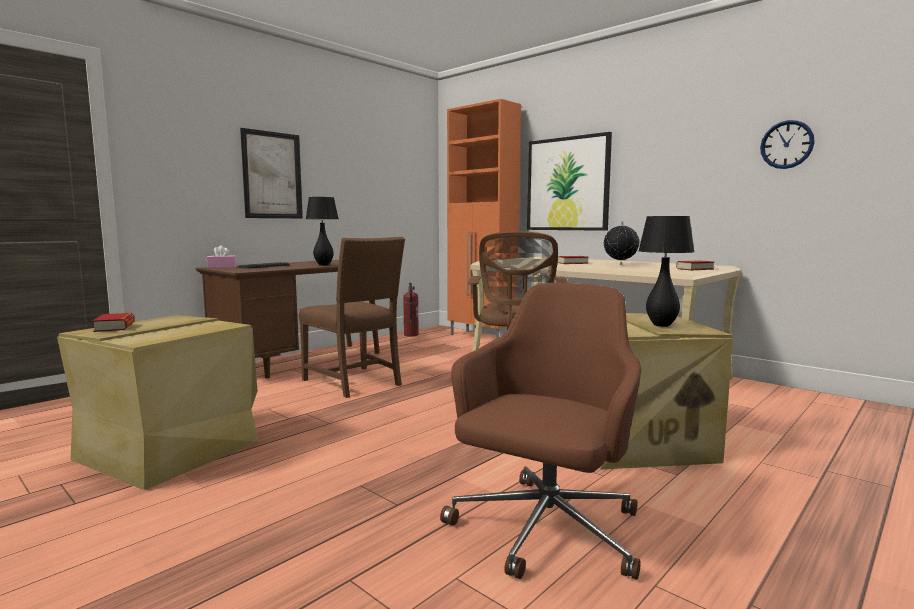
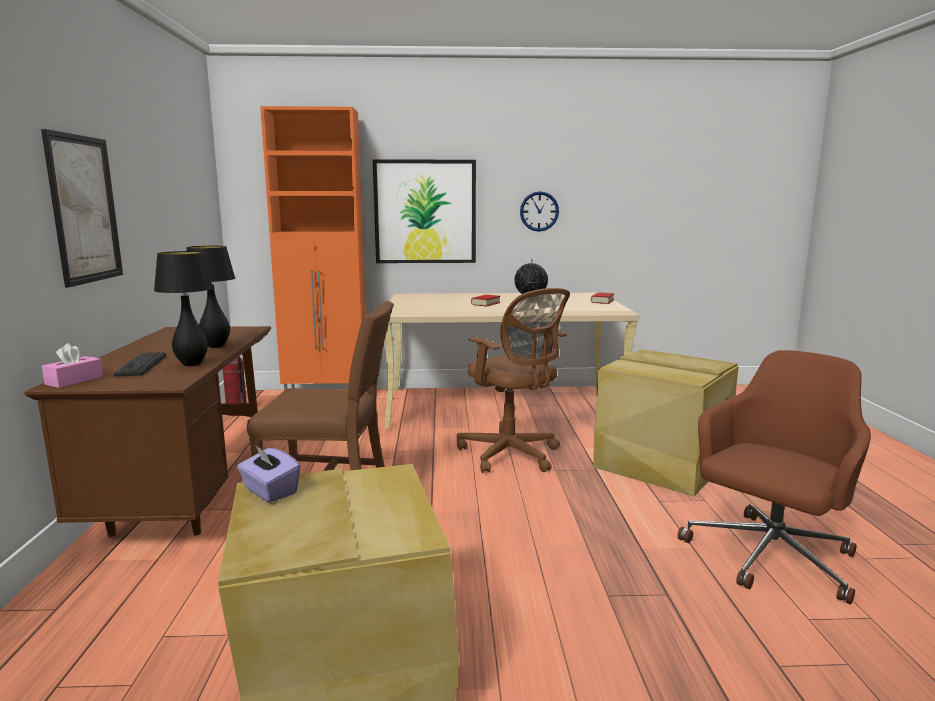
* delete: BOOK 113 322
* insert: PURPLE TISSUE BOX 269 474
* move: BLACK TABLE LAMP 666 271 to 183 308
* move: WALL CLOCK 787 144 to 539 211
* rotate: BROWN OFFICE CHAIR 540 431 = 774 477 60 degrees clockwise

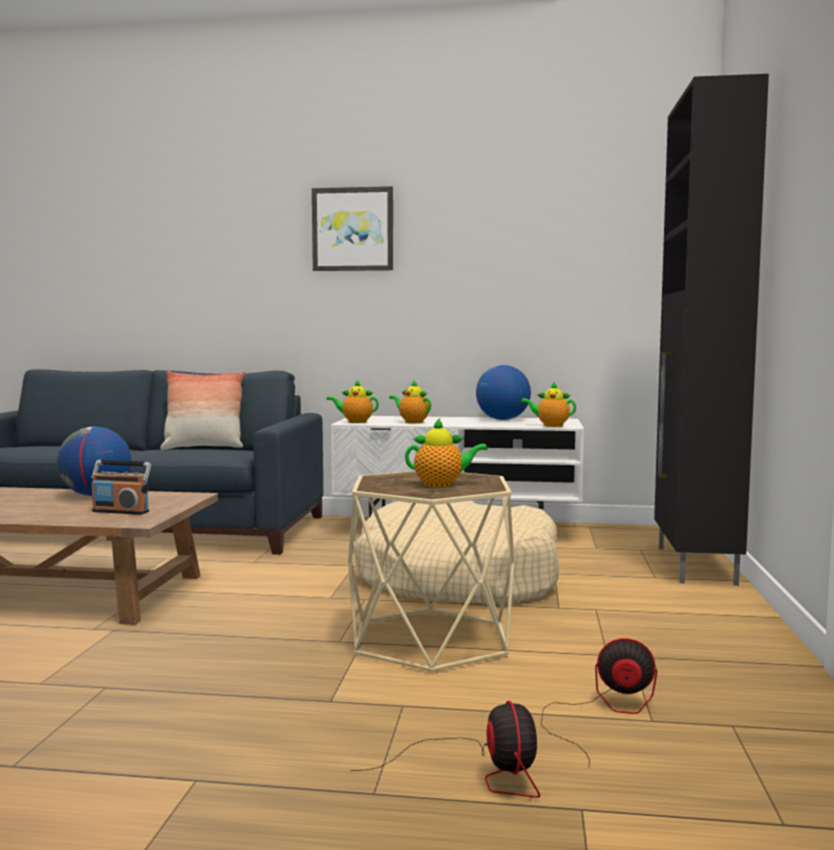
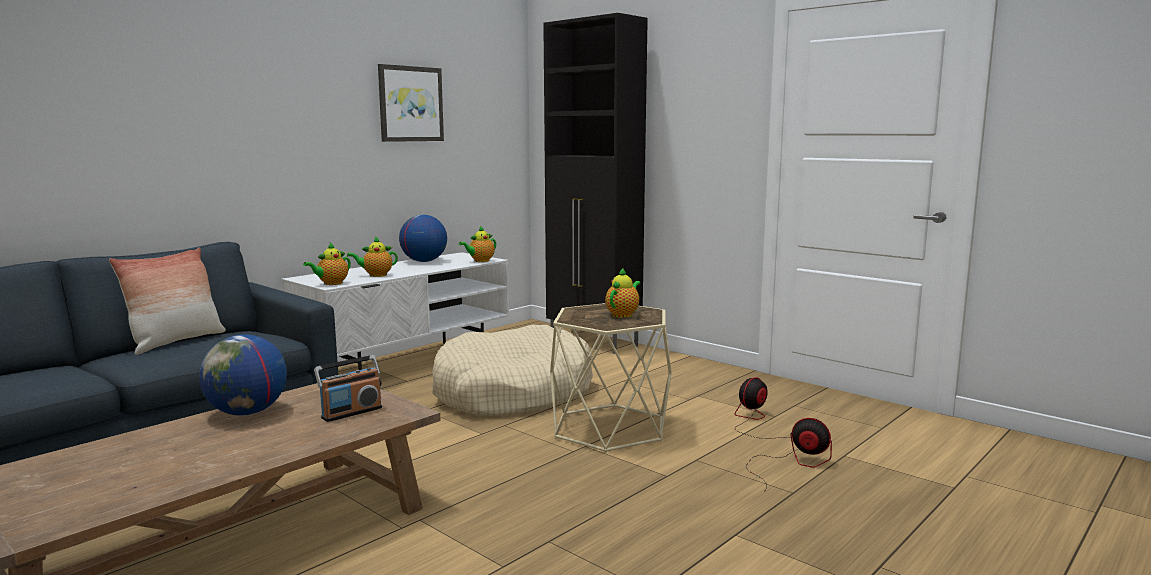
* move: PICTURE 352 228 to 411 103

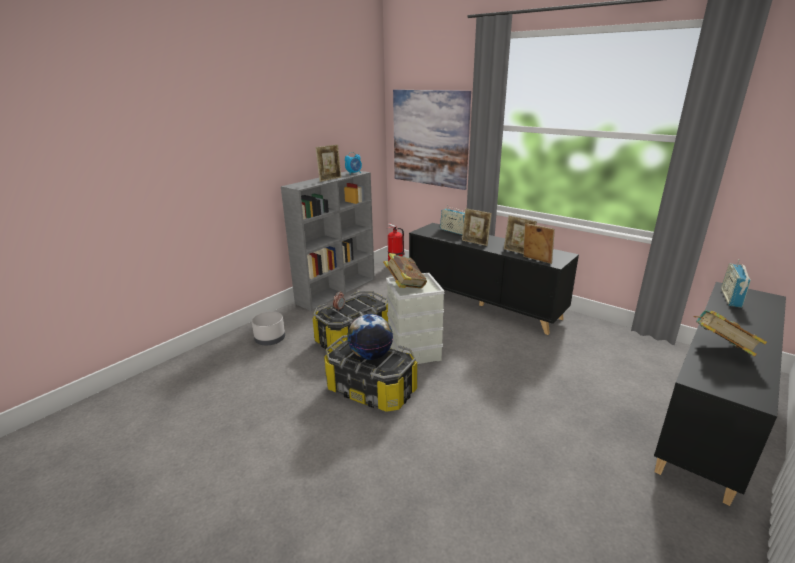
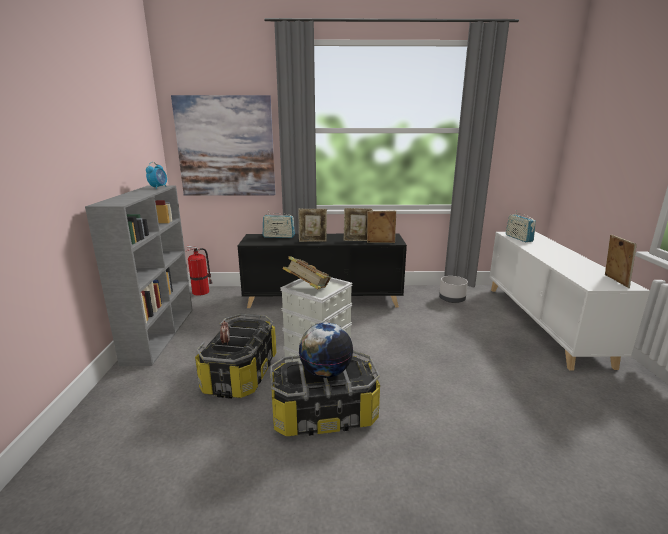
* delete: BOOK 730 333
* move: GREY PLANTER 268 328 to 453 289
* move: PICTURE FRAME 328 163 to 621 261
* recolor: BLACK CABINET 720 394 to WHITE CABINET 569 301

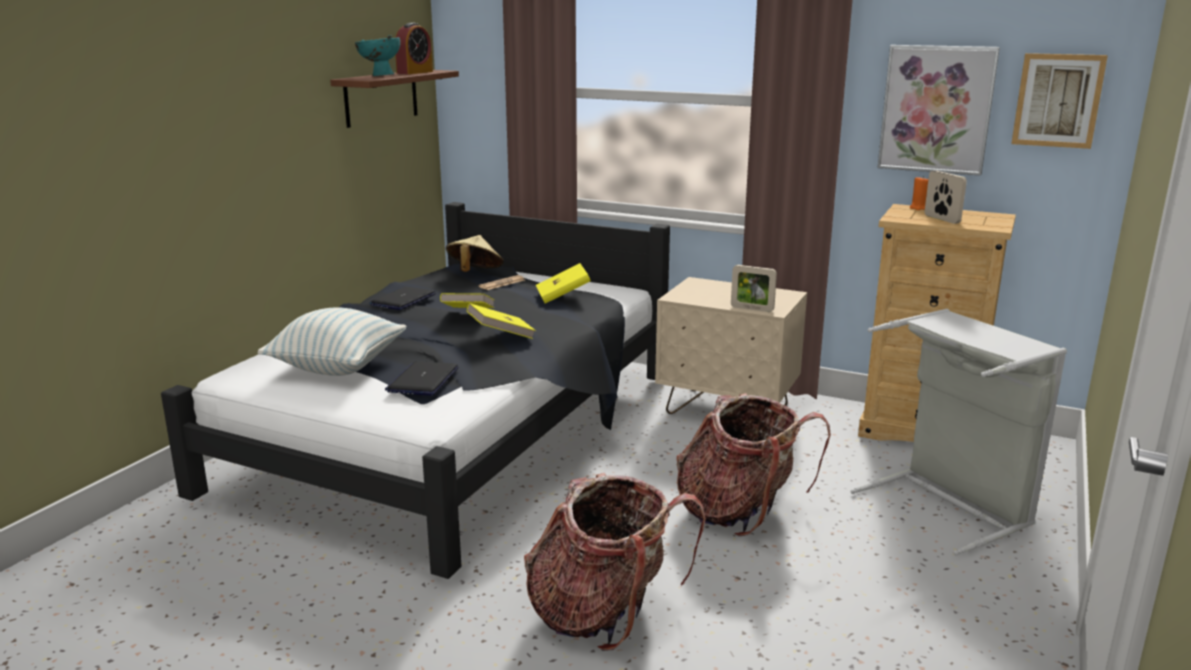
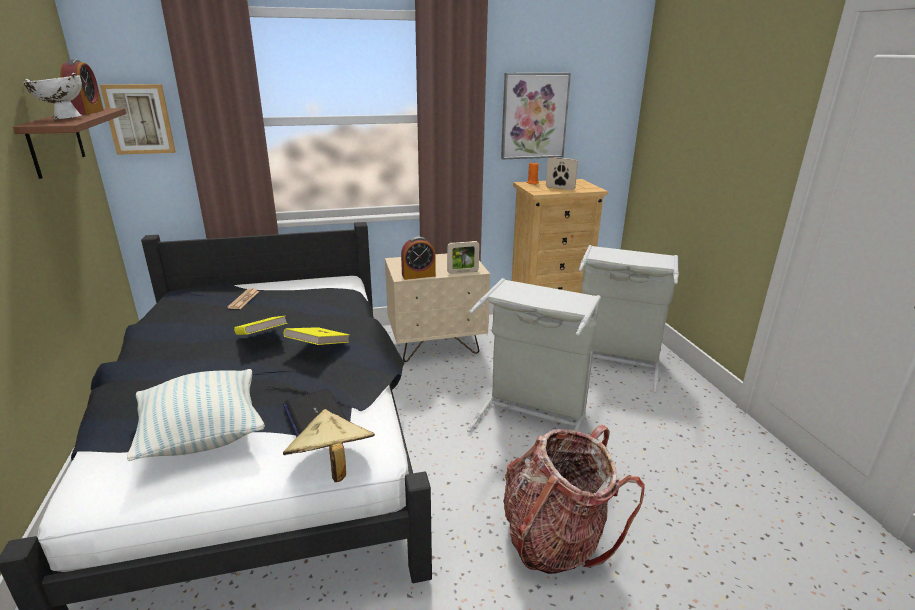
* delete: LAPTOP 402 298
* delete: YELLOW BOOK 563 283
* insert: ALARM CLOCK 418 258
* move: BEIGE HAT 475 253 to 329 445
* move: PICTURE 1059 101 to 138 119
* replace: BACKPACK 753 464 to GREY LAUNDRY BASKET 534 355
* recolor: TURQUOISE BOWL 378 56 to WHITE BOWL 53 96

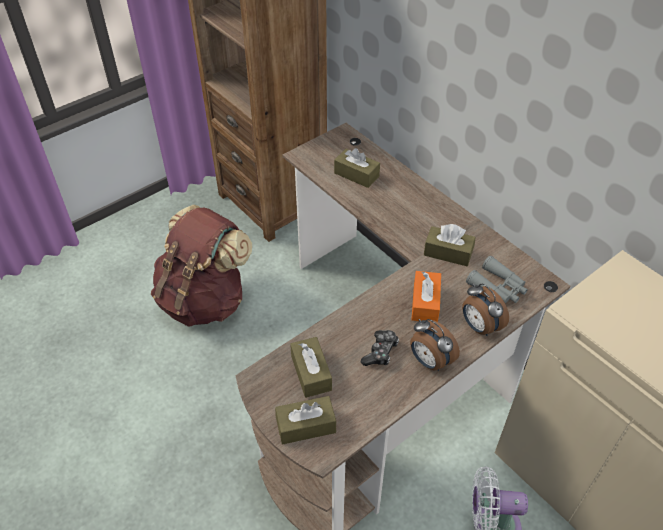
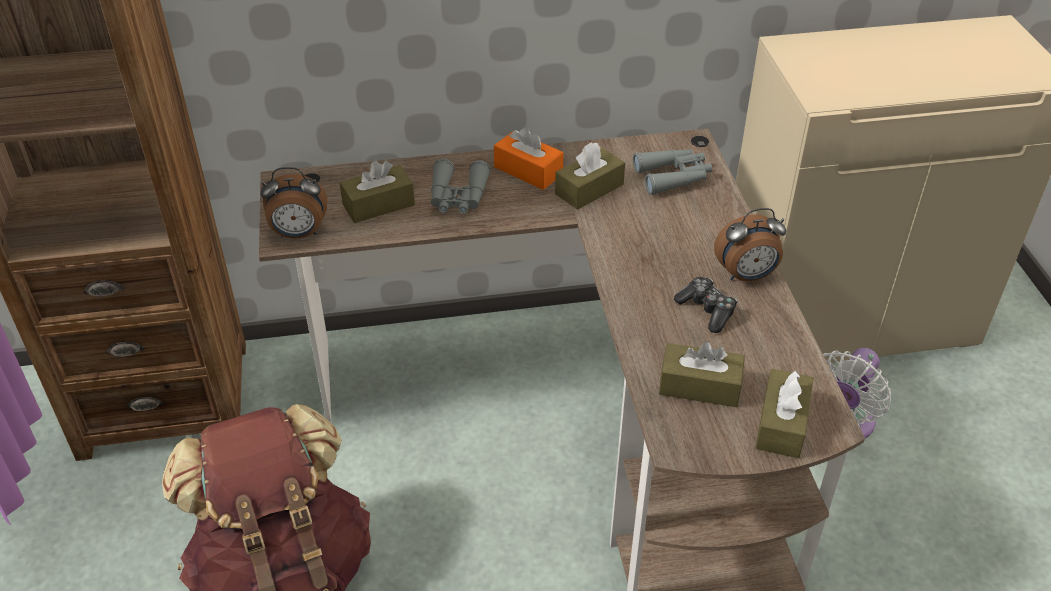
* insert: GREY BINOCULARS 461 186
* move: ORANGE TISSUE BOX 426 296 to 529 158
* move: ALARM CLOCK 485 309 to 293 203

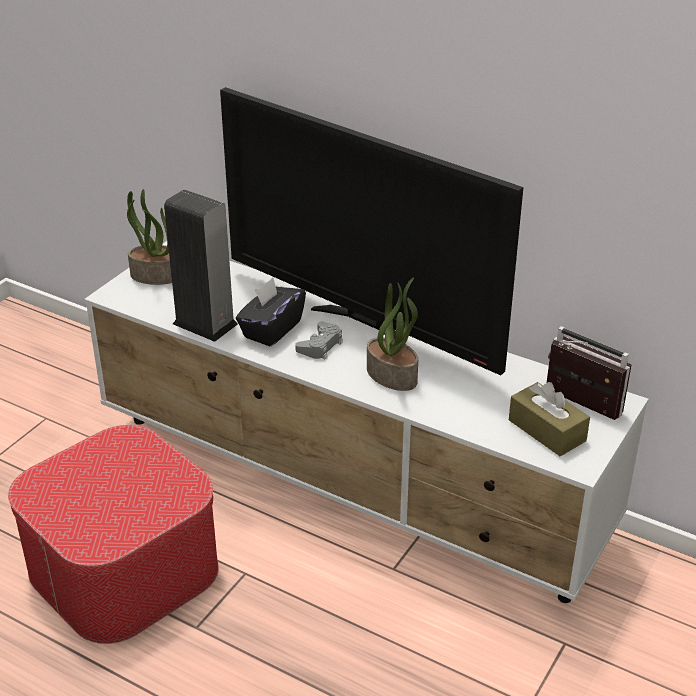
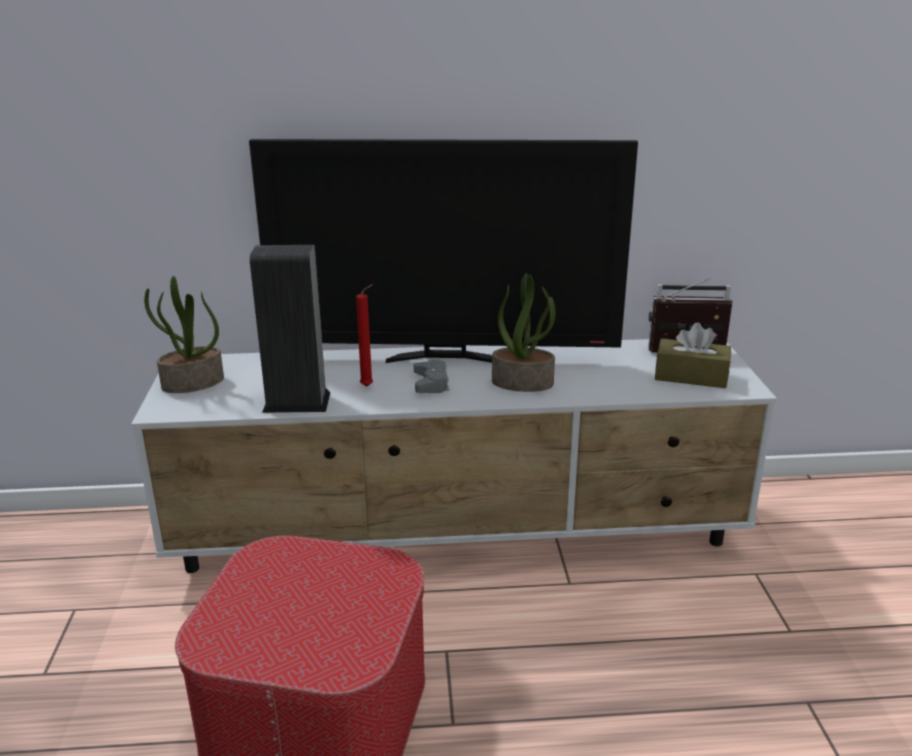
* replace: BLACK TISSUE BOX 271 312 to RED CANDLE 364 335

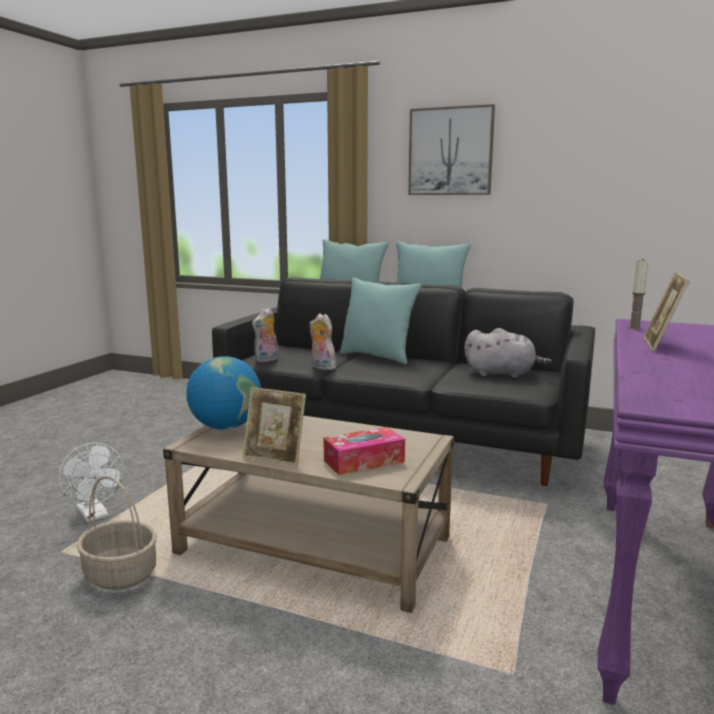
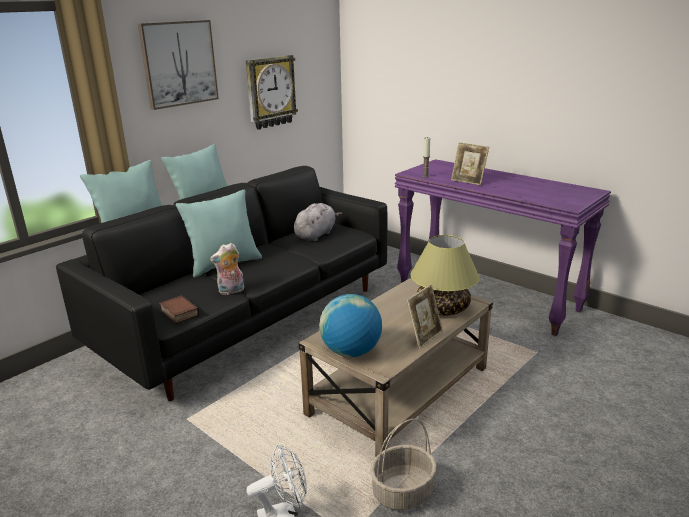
* insert: WALL CLOCK 272 92
* replace: PLUSH TOY 265 335 to BOOK 179 309
* replace: TISSUE BOX 364 451 to TABLE LAMP 445 275

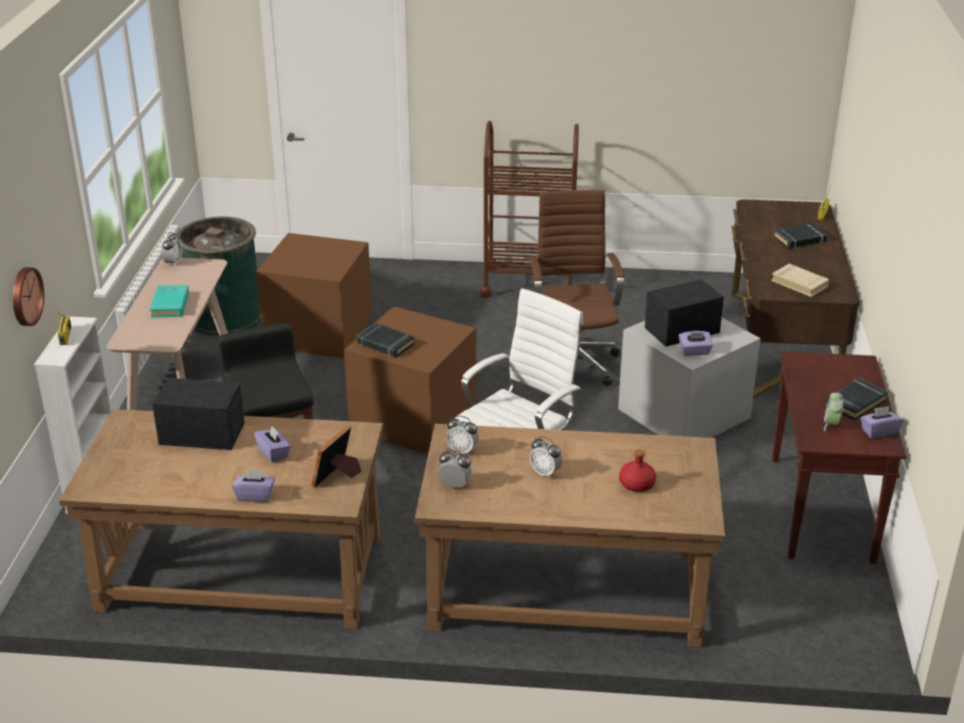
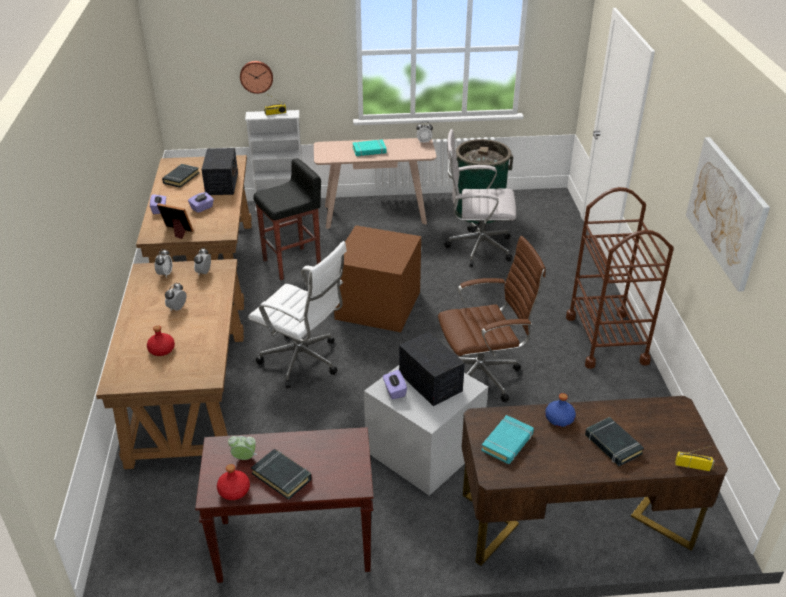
* insert: BLUE BOTTLE 560 410
* insert: PICTURE 728 214
* move: BLACK BOOK 385 340 to 180 176
* replace: BROWN STORAGE BOX 314 295 to WHITE OFFICE CHAIR 480 198
* replace: PURPLE TISSUE BOX 882 422 to RED BOTTLE 233 482
* recolor: BEIGE BOOK 800 280 to TURQUOISE BOOK 507 439

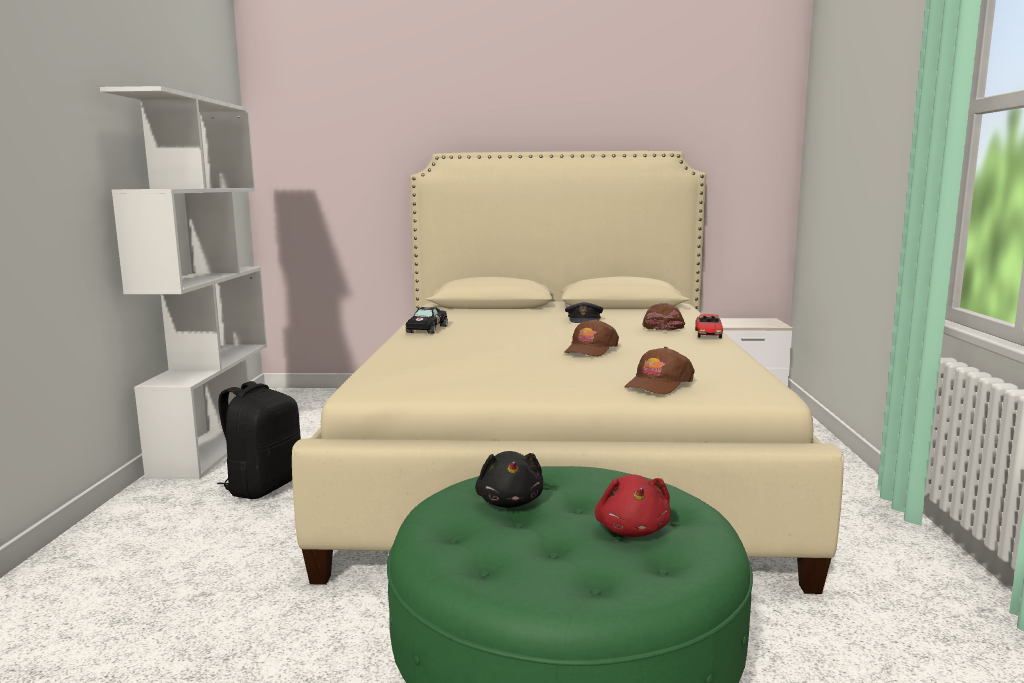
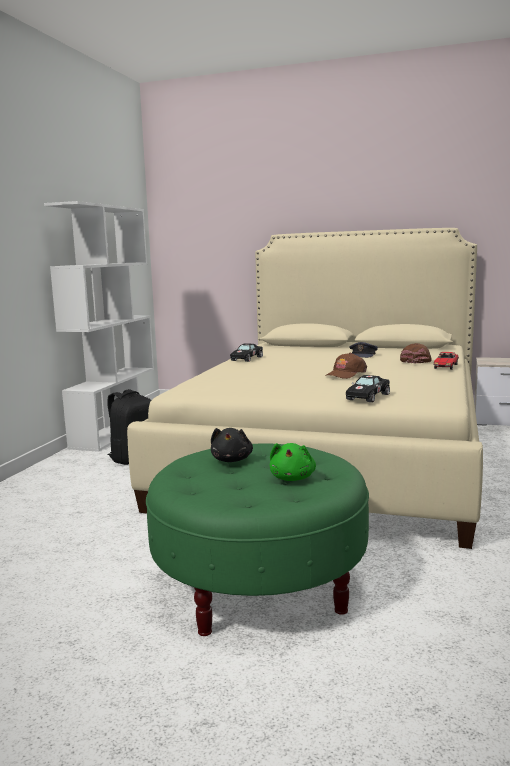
* replace: BROWN CAP 660 370 to BLACK TOY CAR 368 388
* recolor: RED PLUSH TOY 633 505 to GREEN PLUSH TOY 293 462

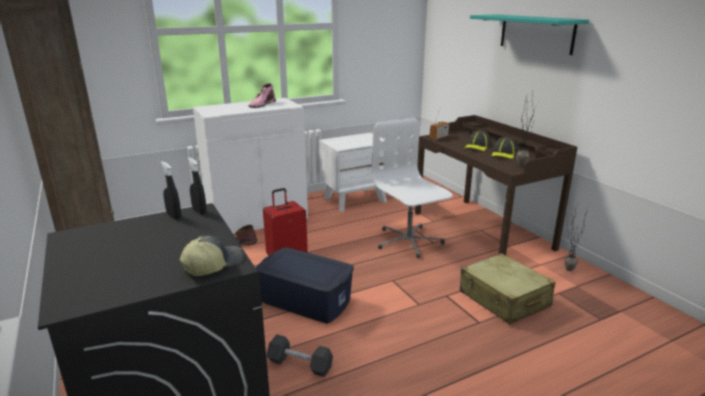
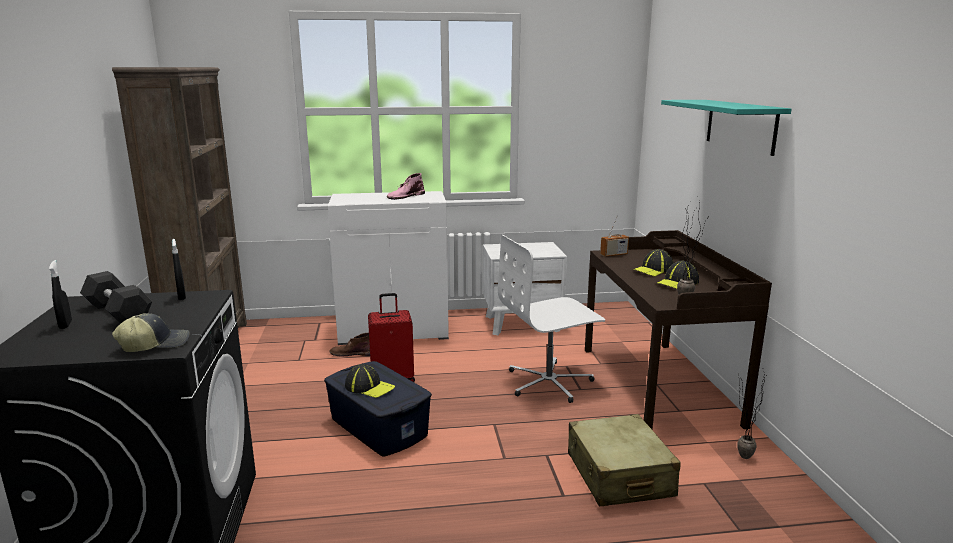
* insert: CAP 370 381
* move: BLACK SPRAY BOTTLE 197 186 to 60 294
* move: BLACK DUMBBELL 300 355 to 116 297
* rotate: WHITE OFFICE CHAIR 412 188 = 551 319 105 degrees counterclockwise

